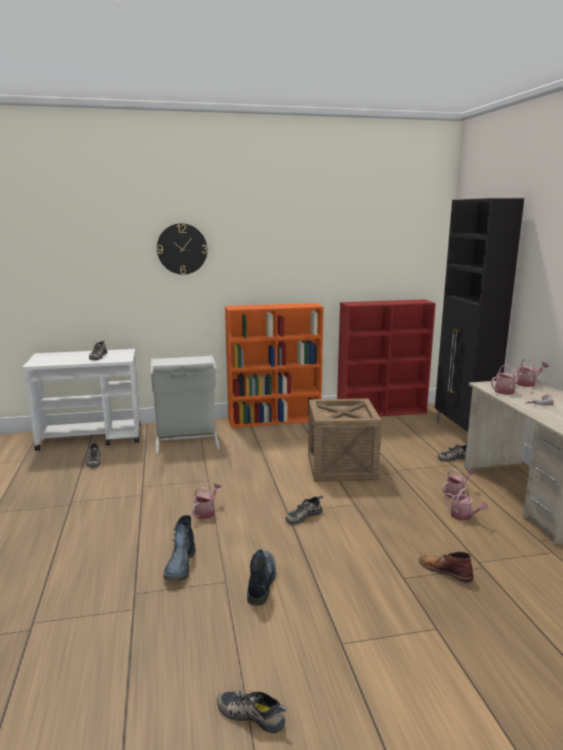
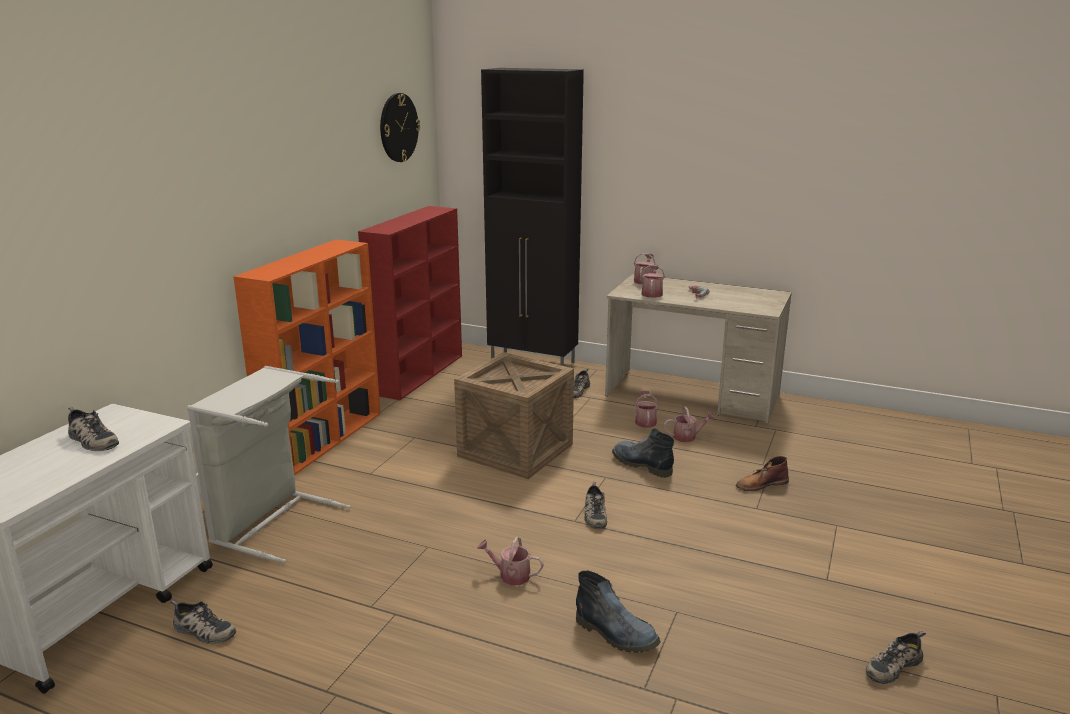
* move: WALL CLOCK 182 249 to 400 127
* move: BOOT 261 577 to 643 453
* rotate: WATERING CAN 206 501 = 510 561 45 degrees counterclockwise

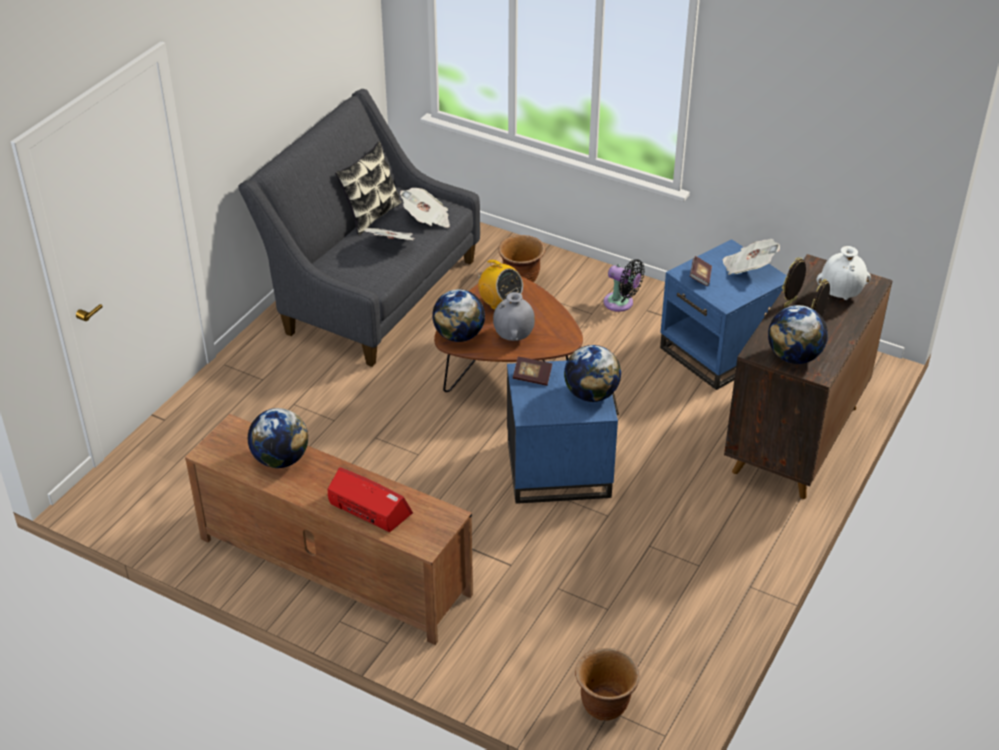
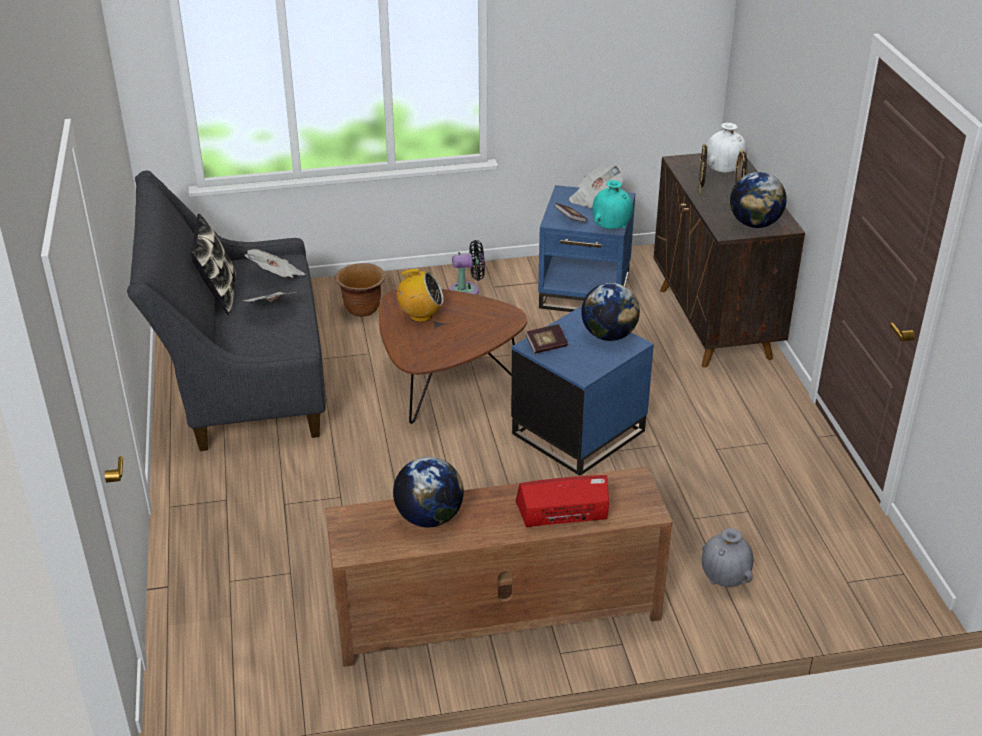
* delete: GLOBE 458 315
* delete: BROWN PLANTER 607 684
* insert: TURQUOISE VASE 612 204
* move: GREY VASE 514 316 to 727 557

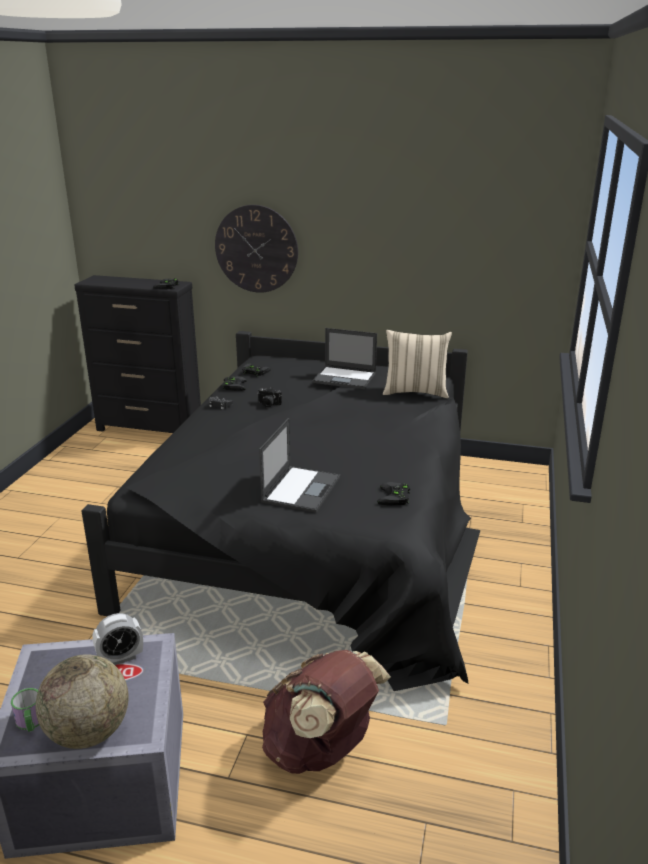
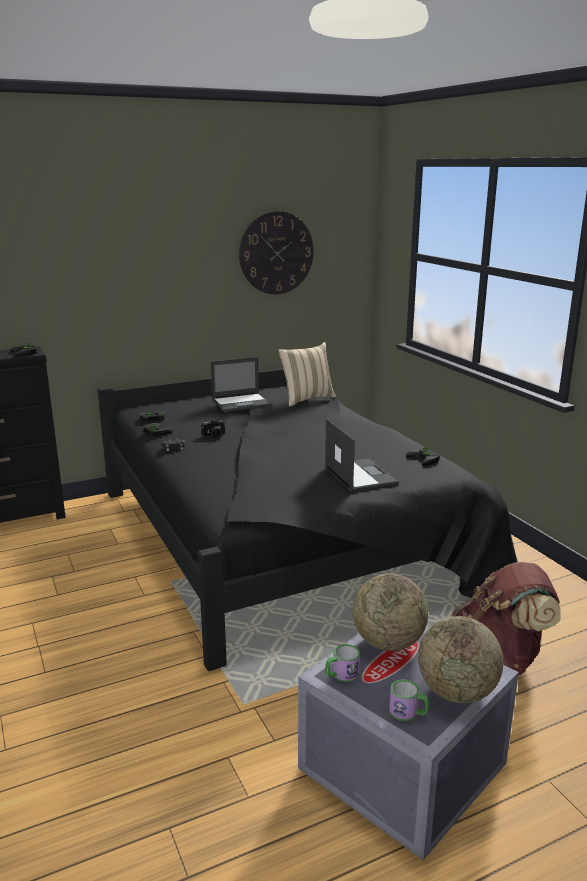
* insert: MUG 342 663
* move: WALL CLOCK 256 249 to 276 252
* replace: ALARM CLOCK 117 639 to GLOBE 390 612

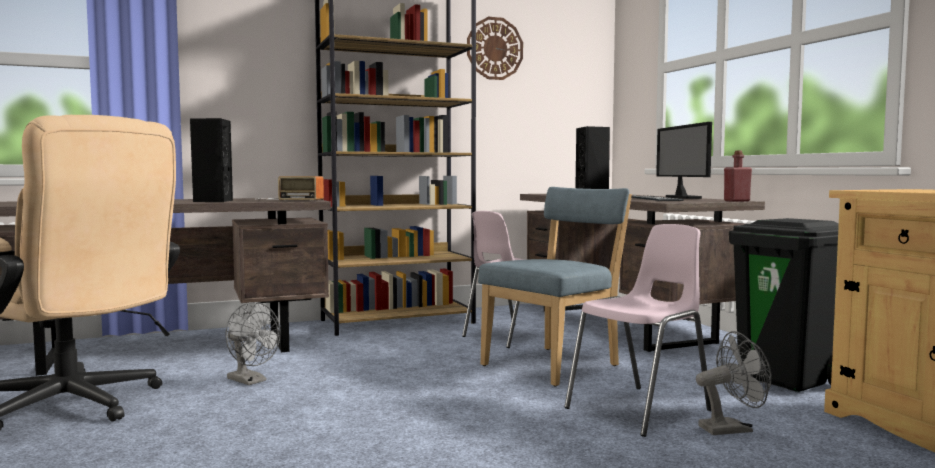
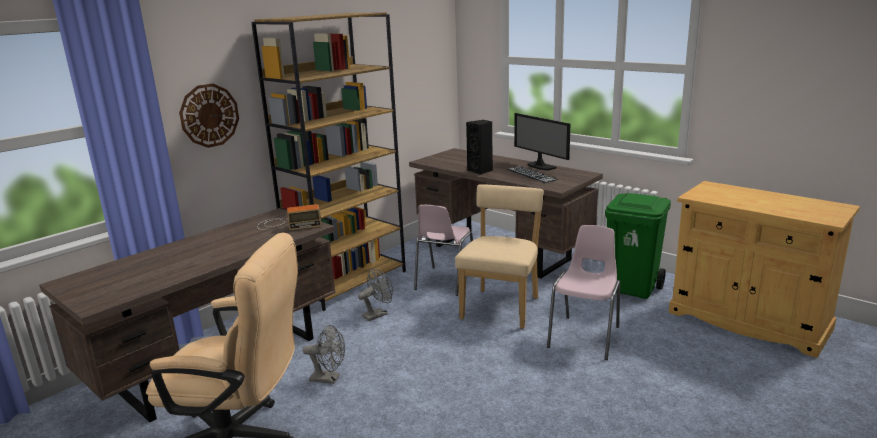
* delete: BLACK SPEAKER 211 160
* delete: RED BOTTLE 738 176
* move: WALL CLOCK 495 48 to 209 115
* move: GREY FAN 734 383 to 375 294
* recolor: BLUE CHAIR 555 287 to BEIGE CHAIR 499 256
* recolor: BLACK TRASH CAN 784 305 to GREEN TRASH CAN 638 246

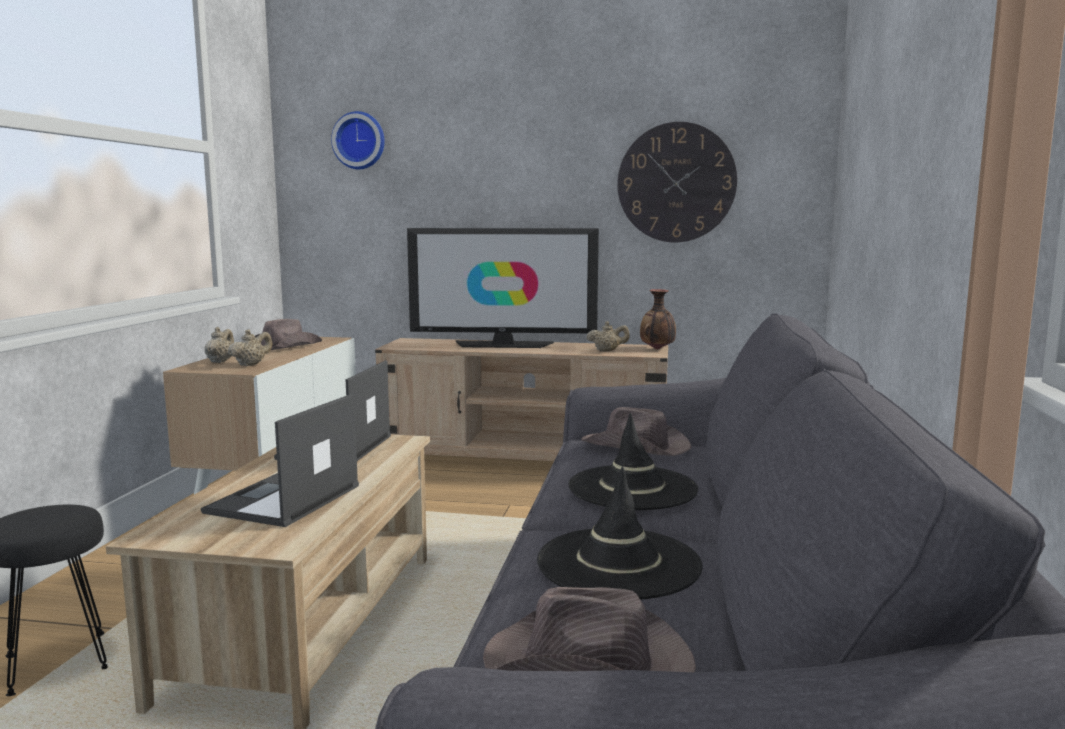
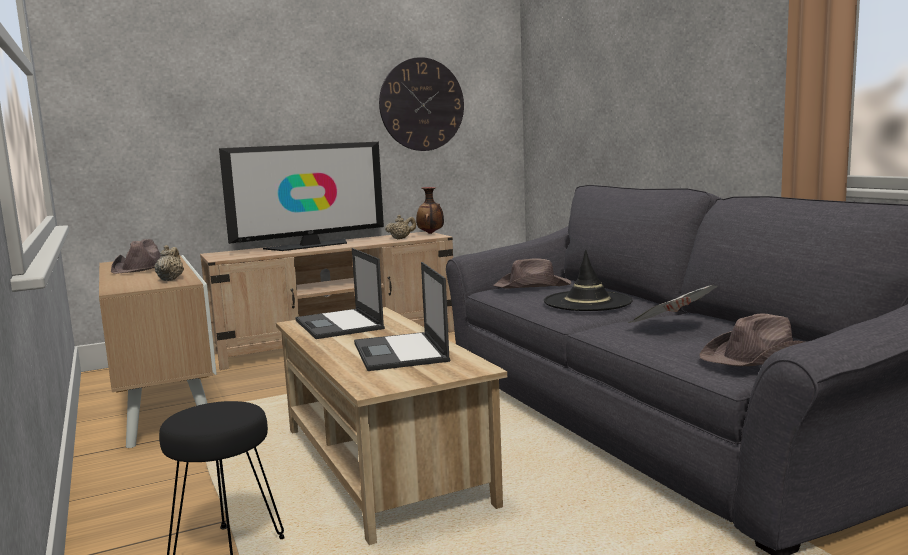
* delete: BEIGE TEAPOT 219 345
* delete: WALL CLOCK 358 140
* replace: BLACK HAT 620 533 to NEWSPAPER 672 303

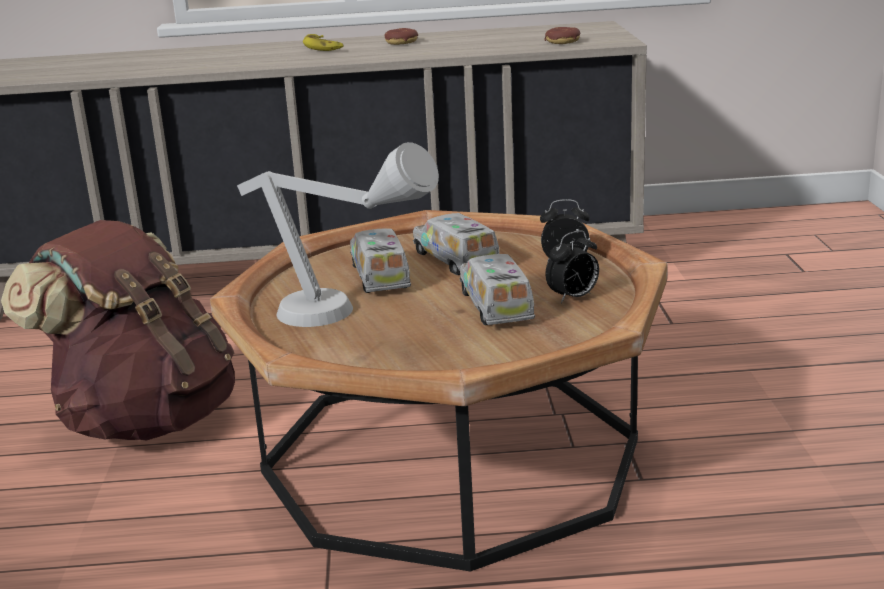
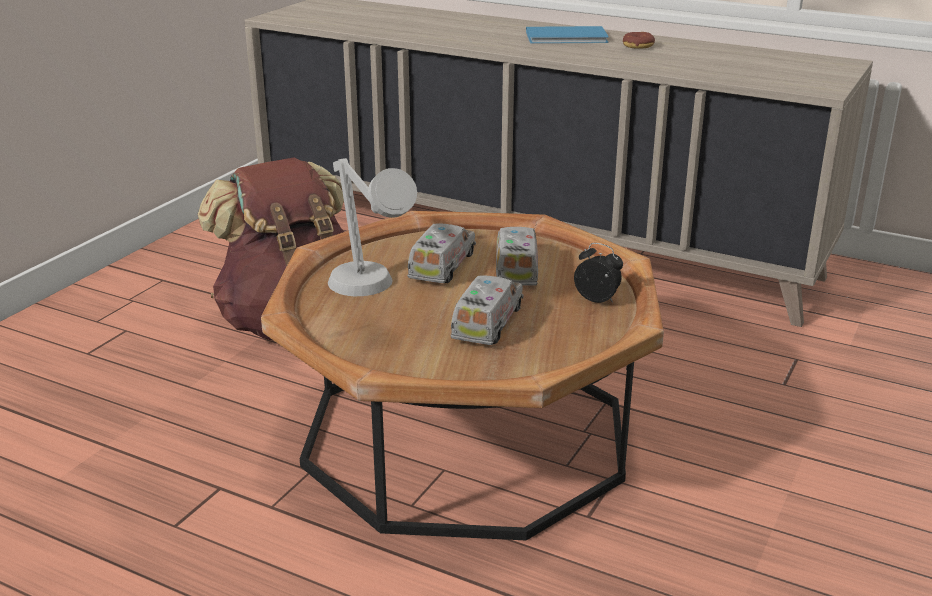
* delete: DONUT 562 35
* delete: ALARM CLOCK 572 266
* replace: BANANA 323 42 to BLUE BOOK 567 35

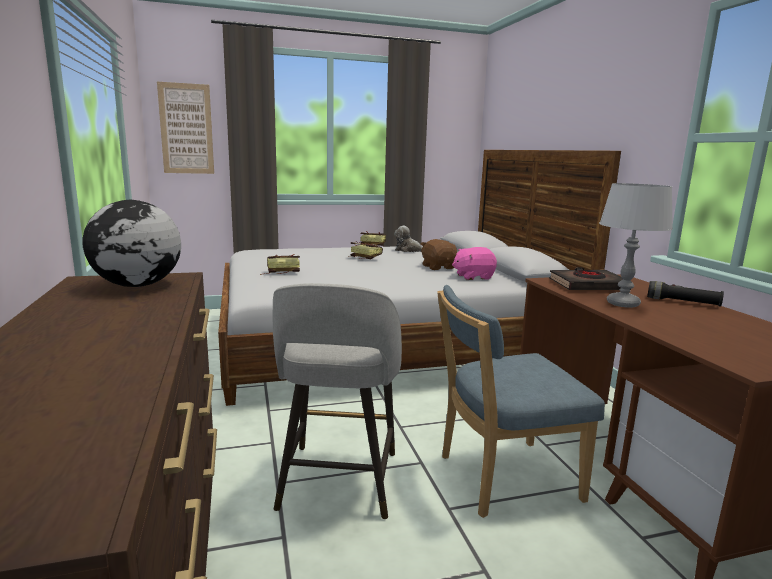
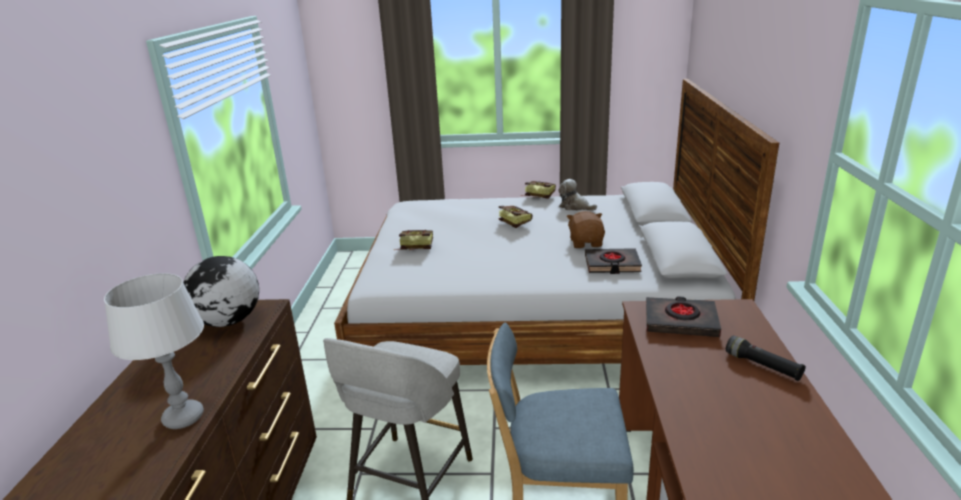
* delete: PICTURE 185 128
* move: GREY TABLE LAMP 636 245 to 154 351
* replace: PINK PLUSH TOY 474 263 to BLACK BOOK 613 261

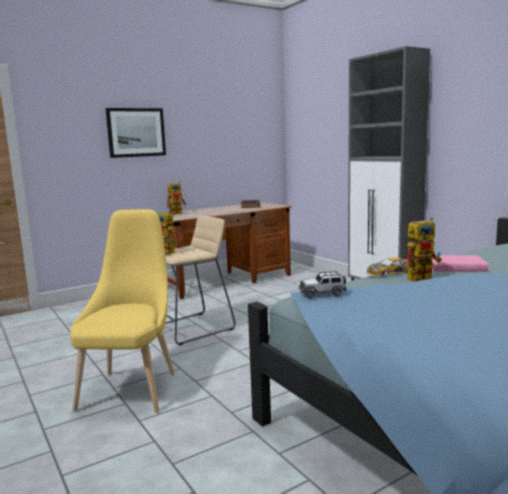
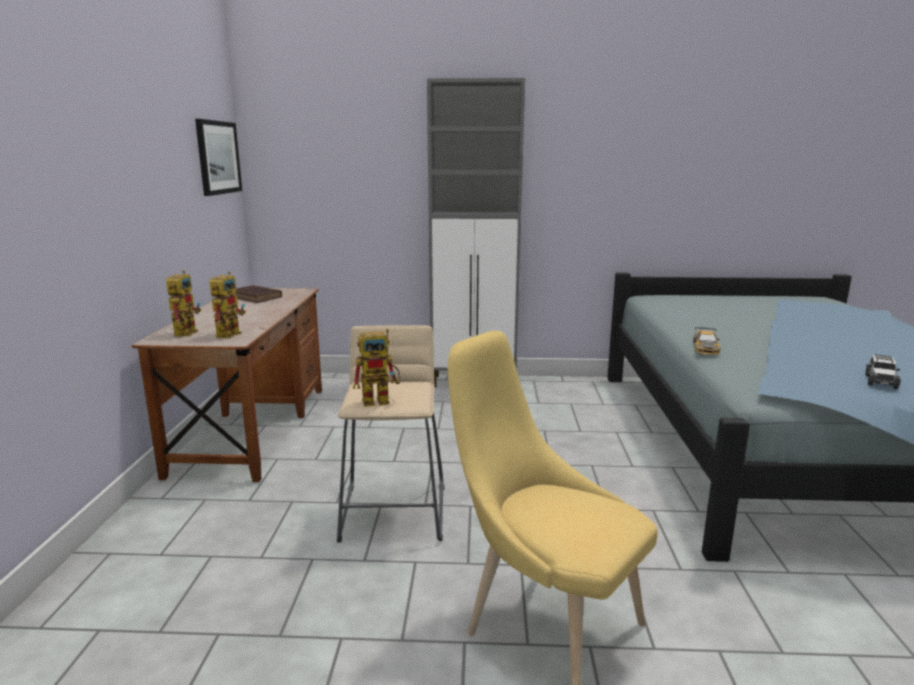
* delete: PINK BOOK 458 263
* move: PICTURE 135 133 to 218 157
* move: TOY CAR 323 284 to 883 371
* move: TOY ROBOT 424 250 to 227 305

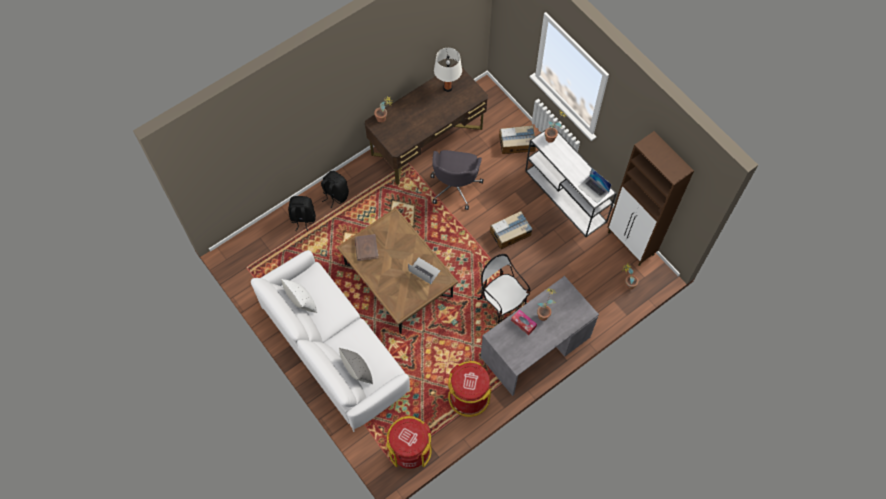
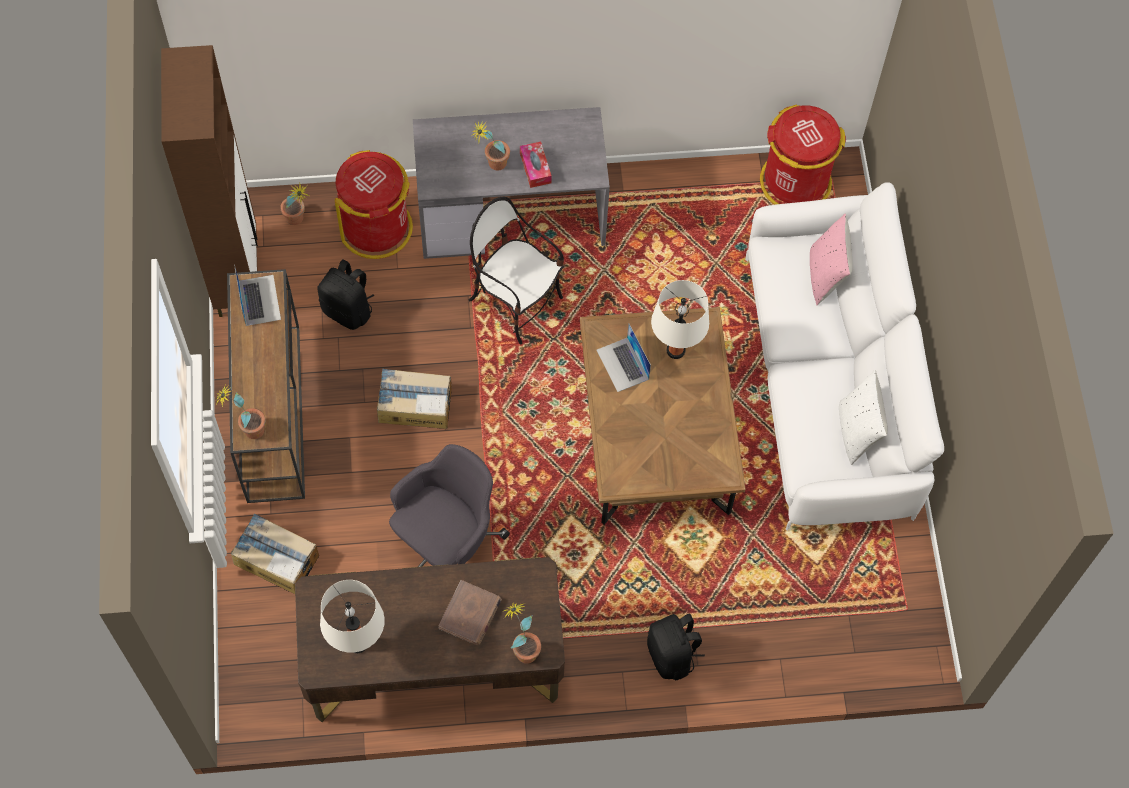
* insert: WHITE TABLE LAMP 680 319
* move: BLACK BACKPACK 302 213 to 345 294
* move: BROWN BOOK 367 247 to 470 612
* move: RED TRASH CAN 469 389 to 374 204
* recolor: GREY PILLOW 356 366 to PINK PILLOW 831 259
* recolor: WHITE CONSOLE TABLE 571 183 to BROWN CONSOLE TABLE 266 386
* rotate: CHAIR 503 289 = 516 270 135 degrees clockwise

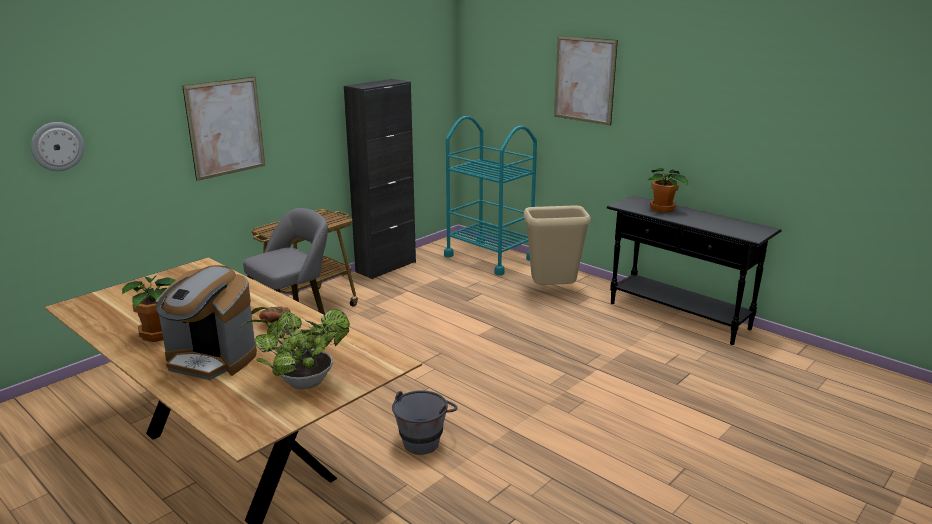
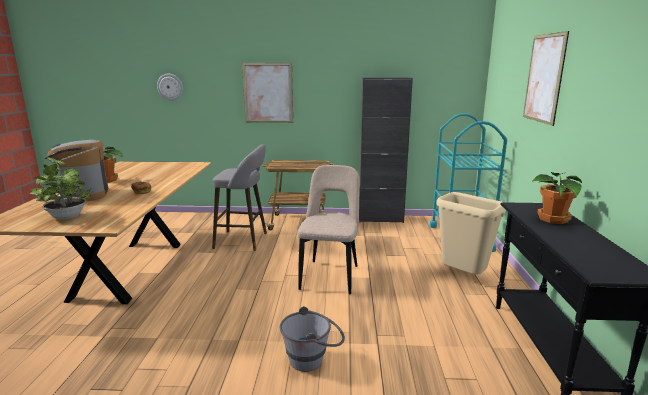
* insert: BEIGE CHAIR 329 229
* move: GREY BUCKET 425 422 to 312 339

